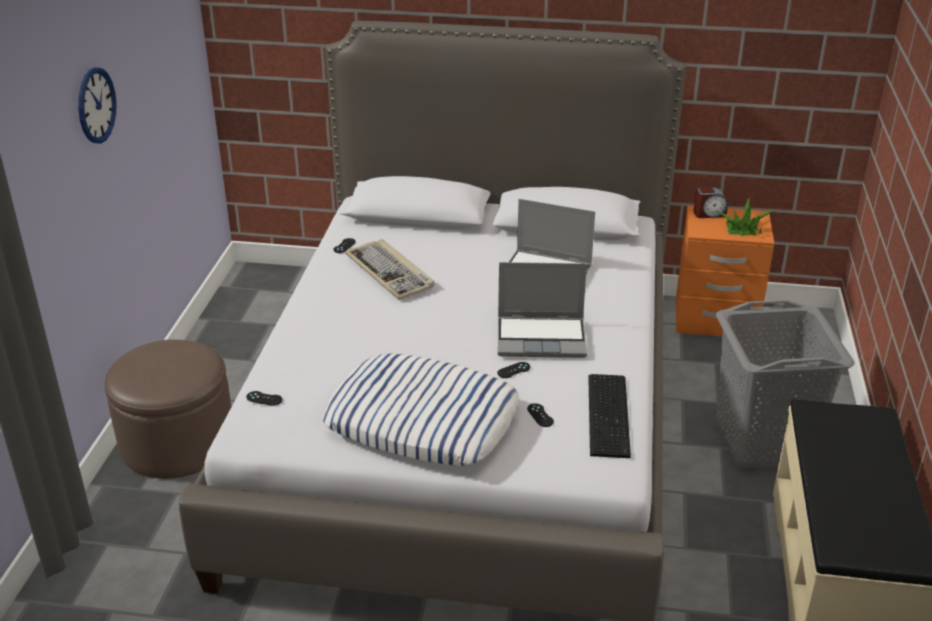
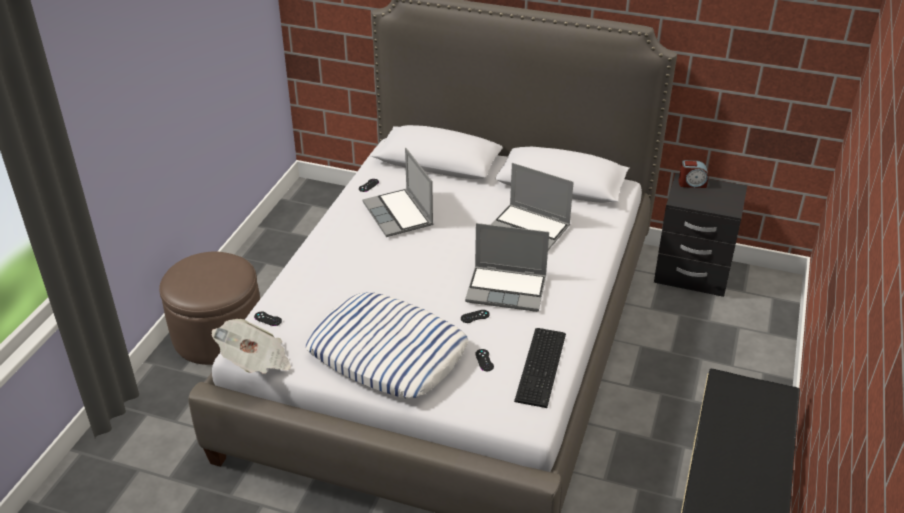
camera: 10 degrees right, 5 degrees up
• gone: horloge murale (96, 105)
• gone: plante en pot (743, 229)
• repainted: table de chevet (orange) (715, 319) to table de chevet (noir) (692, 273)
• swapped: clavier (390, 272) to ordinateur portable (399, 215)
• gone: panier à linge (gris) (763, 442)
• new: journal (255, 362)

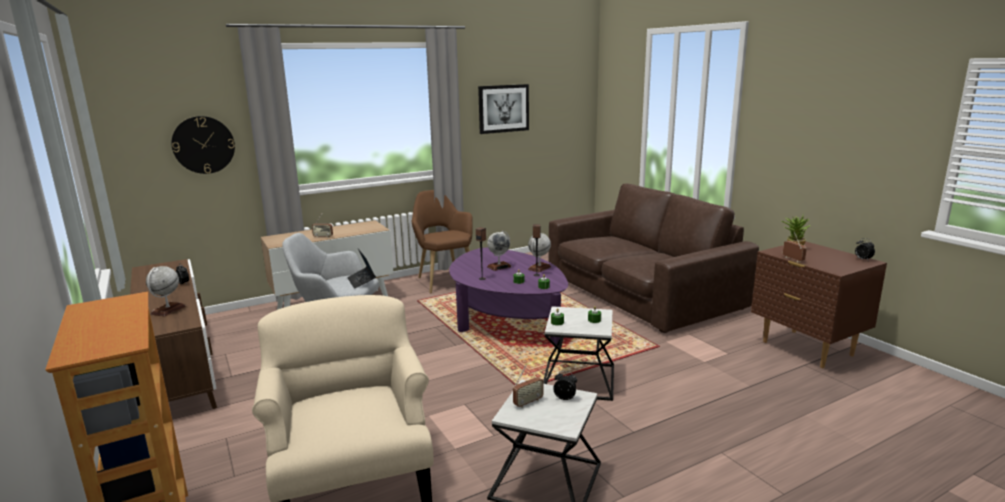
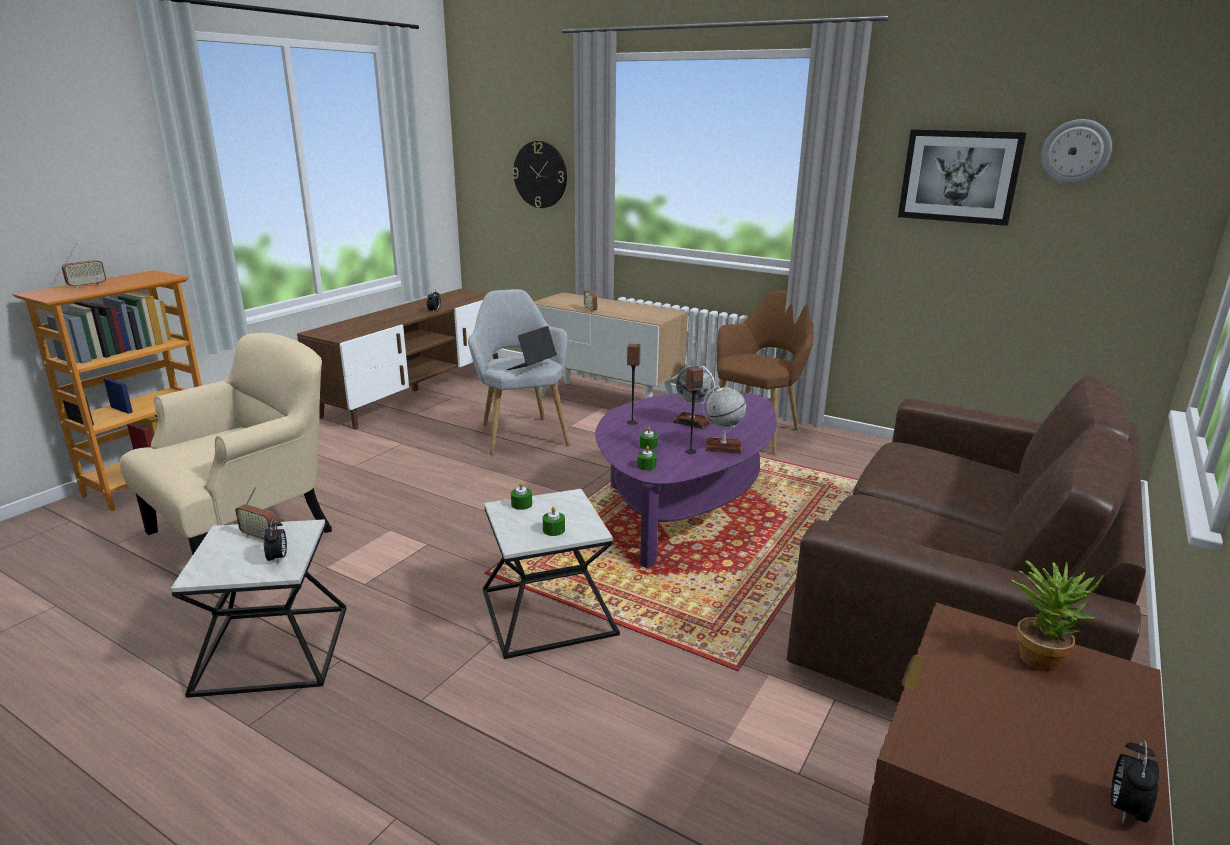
camera: 60 degrees right, 5 degrees up
• shifted: radio (793, 259) to (87, 286)
• gone: globe (168, 310)
• new: horloge murale (1075, 151)

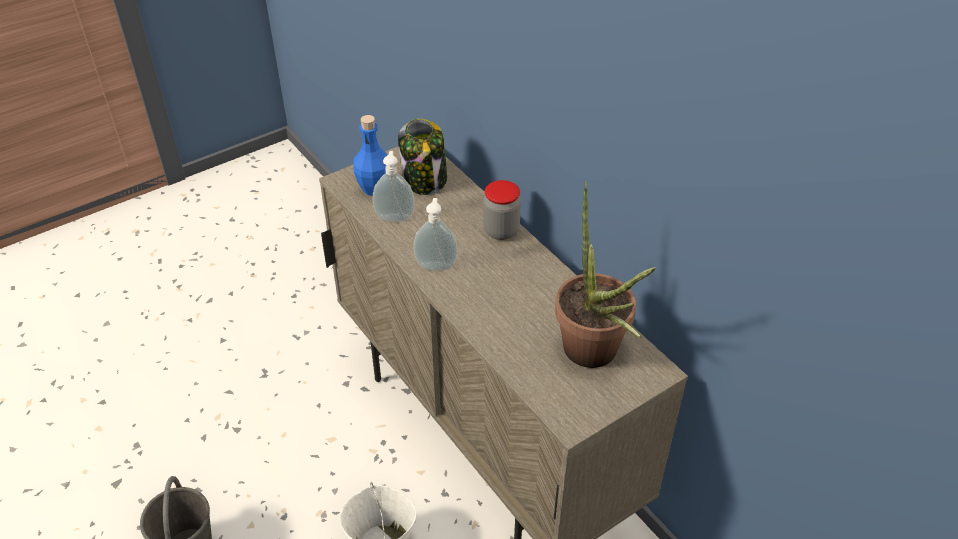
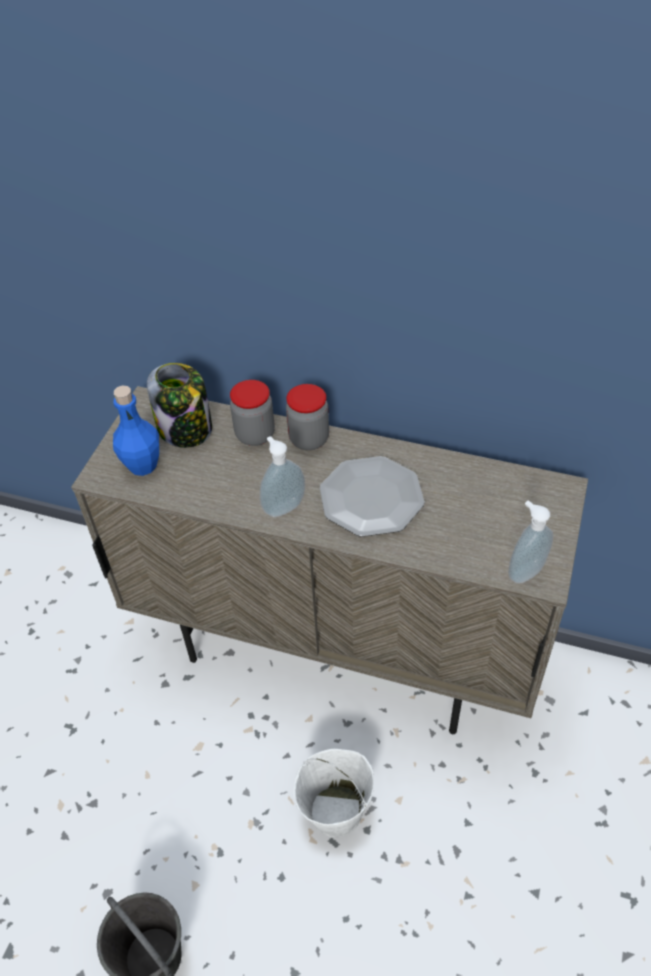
camera: 35 degrees left, 5 degrees up
• shifted: distributeur de savon (395, 216) to (524, 571)
• gone: plante en pot (594, 357)
• new: bocal (255, 435)
• new: assiette (371, 498)

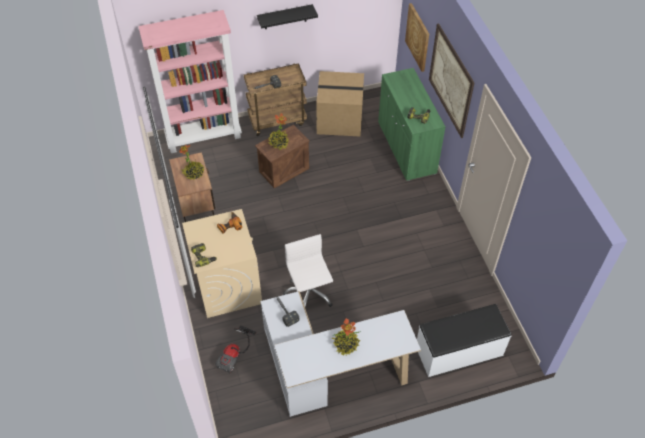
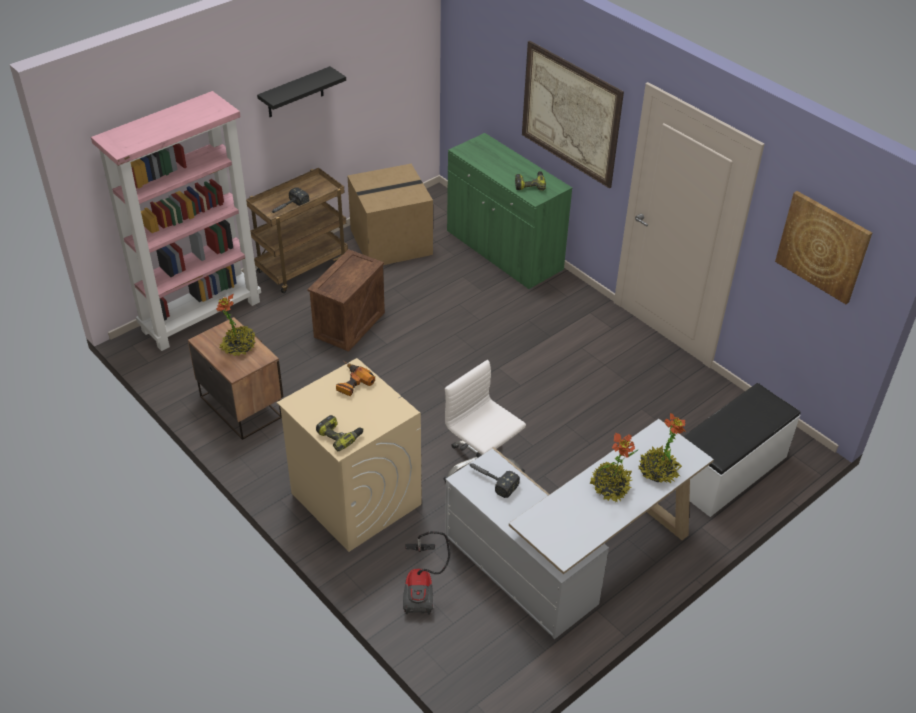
camera: 25 degrees left, 10 degrees down
• shifted: tableau (418, 37) to (823, 246)
• shifted: plante en pot (278, 143) to (657, 471)

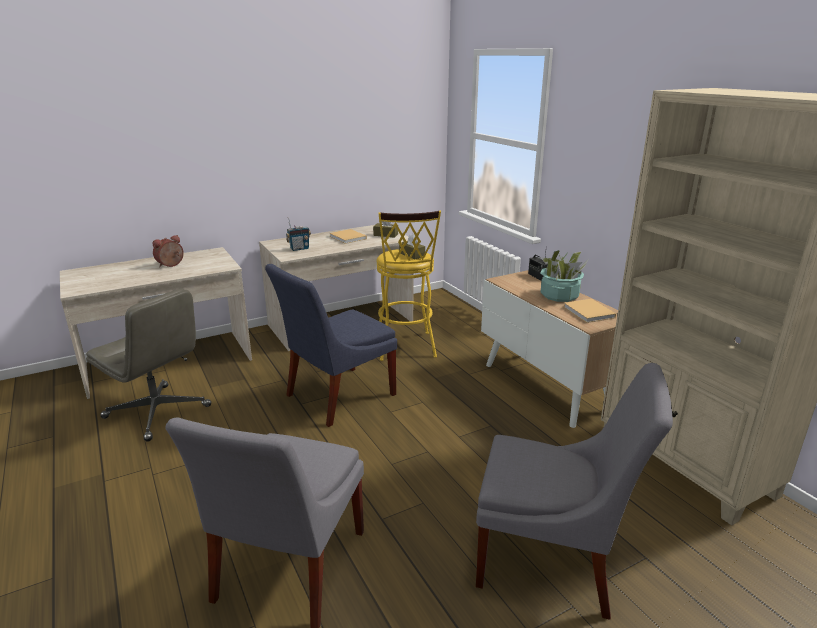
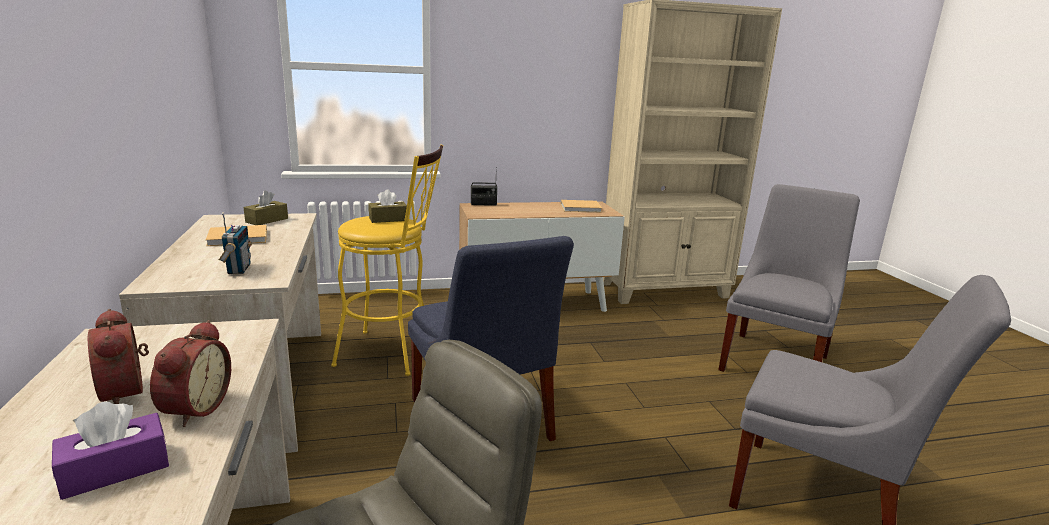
camera: 75 degrees left, 5 degrees down
• gone: plante en pot (559, 295)
• new: réveil (193, 408)
• new: boîte à mouchoirs (violet) (115, 469)

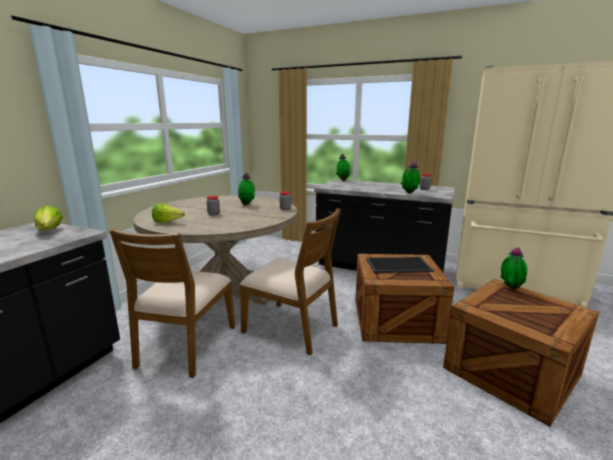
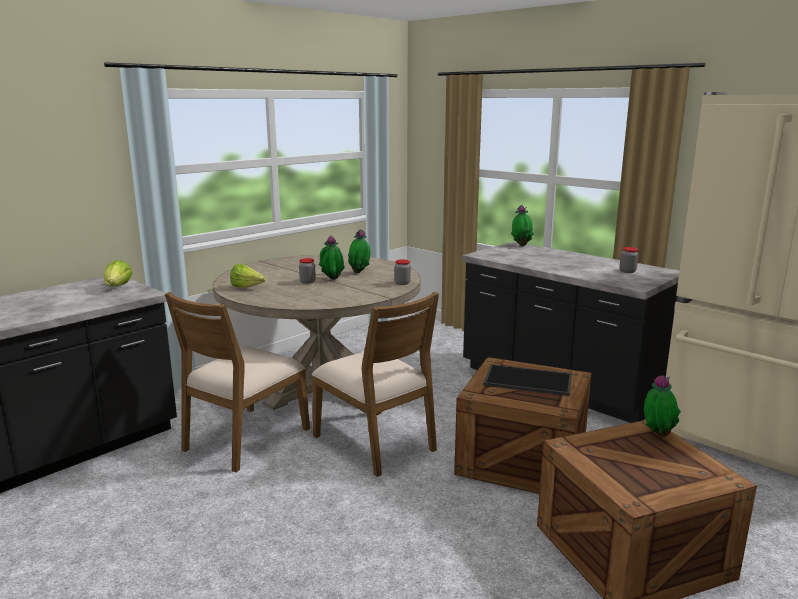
camera: 20 degrees right, 0 degrees up
• shifted: plante en pot (409, 193) to (332, 280)

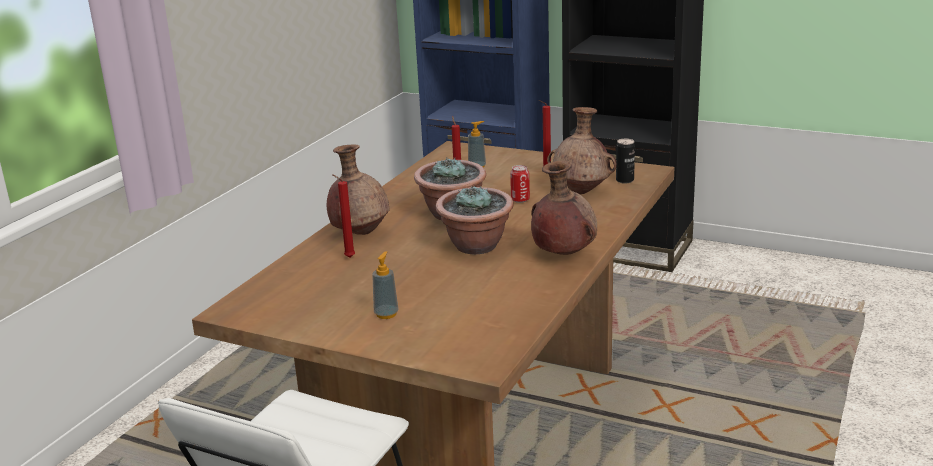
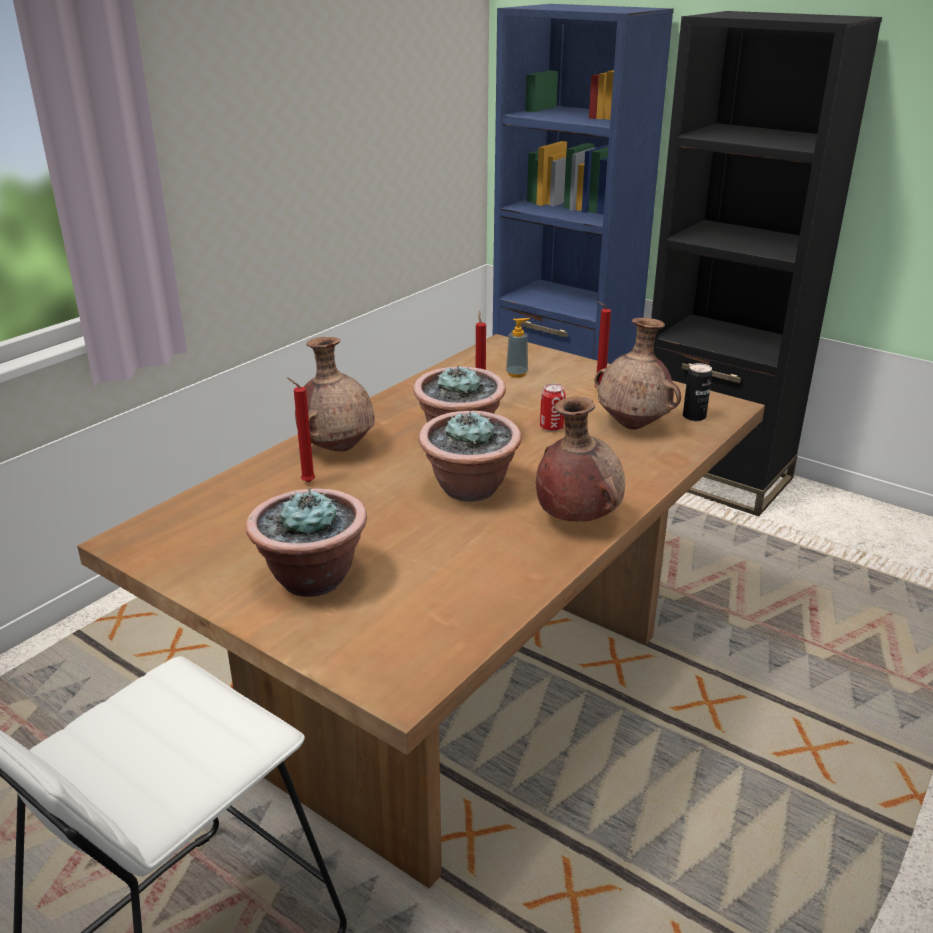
camera: 10 degrees right, 5 degrees up
• swapped: distributeur de savon (386, 314) to plante en pot (311, 578)

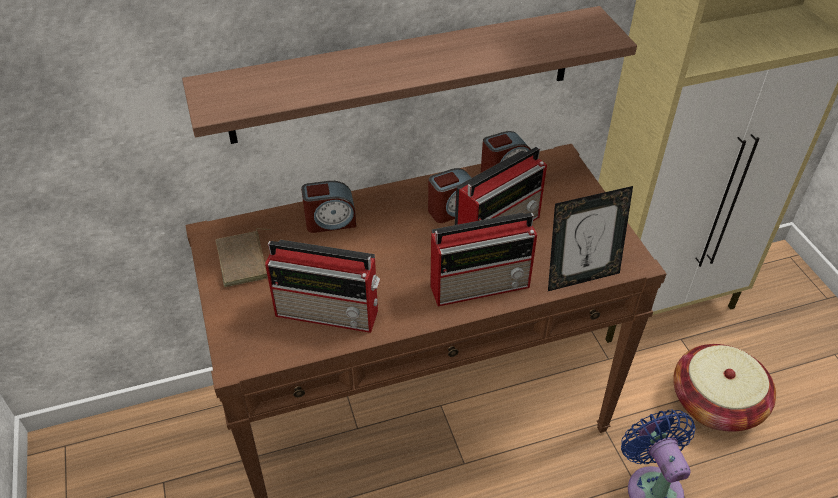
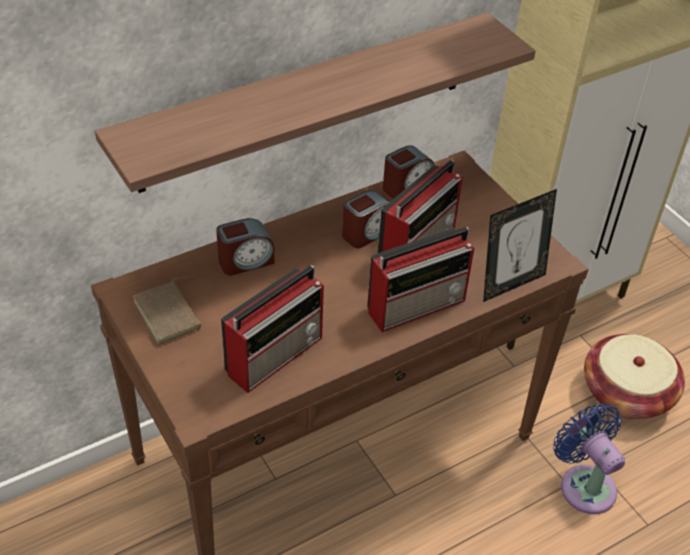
camera: 15 degrees left, 0 degrees up
• rotated: radio (330, 312) = (276, 354) 45 degrees counterclockwise

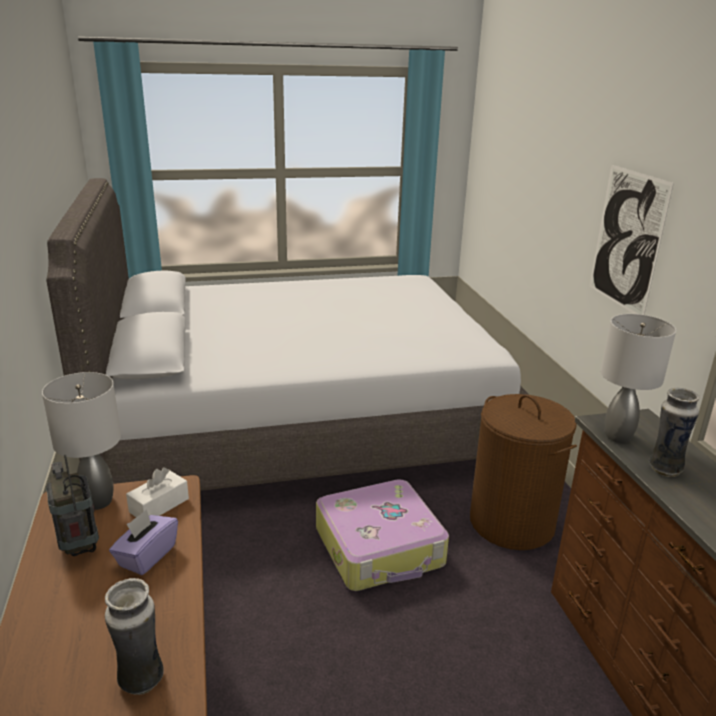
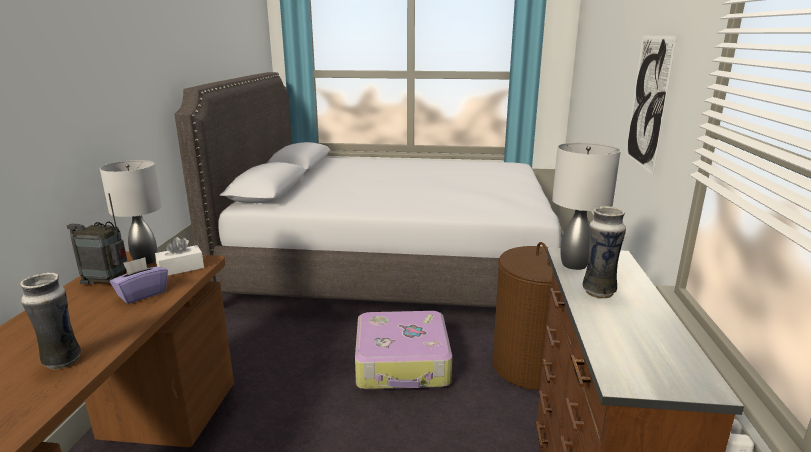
camera: 20 degrees right, 5 degrees down
• rotated: radio (80, 547) = (107, 282) 75 degrees counterclockwise

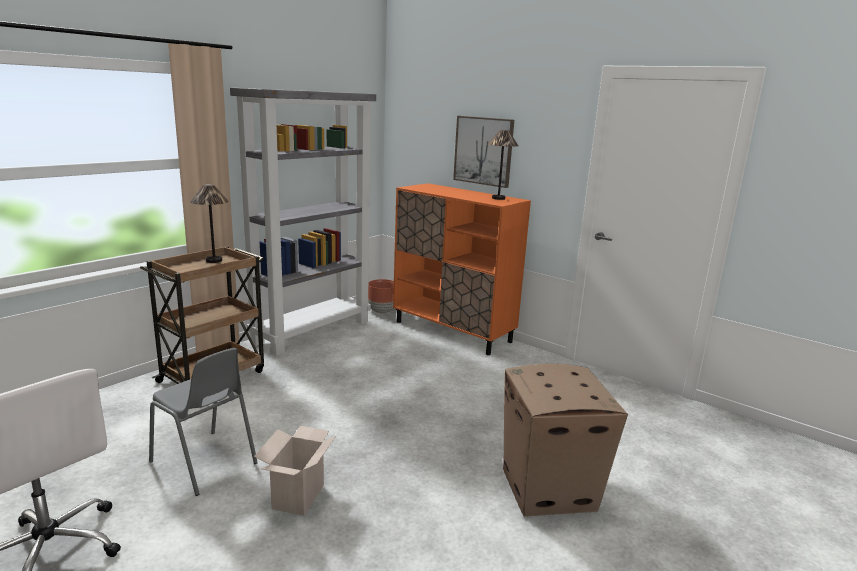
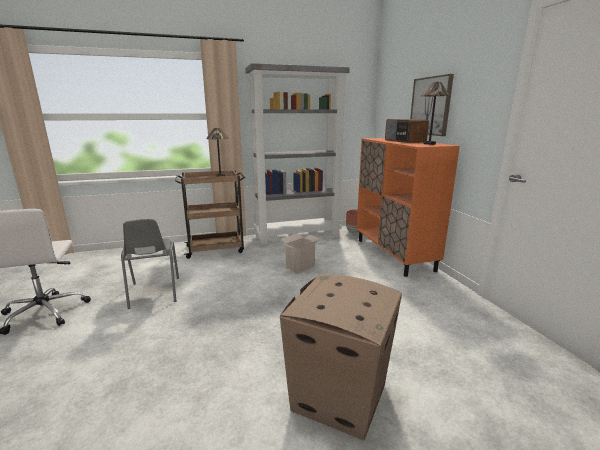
camera: 35 degrees right, 0 degrees up
• shifted: carton (297, 495) to (300, 266)
• new: radio (404, 141)

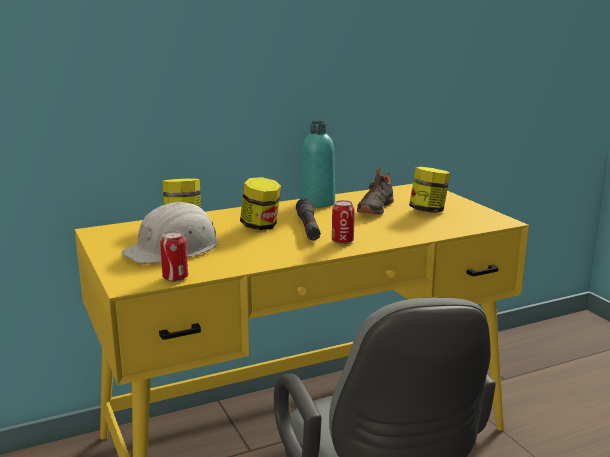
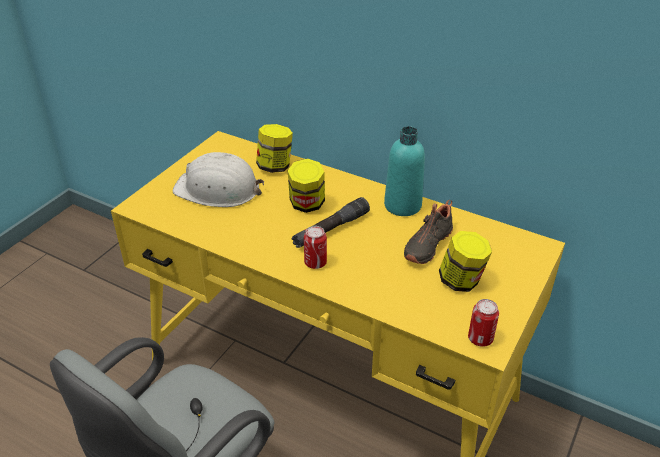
camera: 55 degrees right, 20 degrees up
• rotated: chaussure (noir) (374, 208) = (426, 244) 45 degrees counterclockwise
• shifted: boîte métallique (175, 278) to (480, 338)

